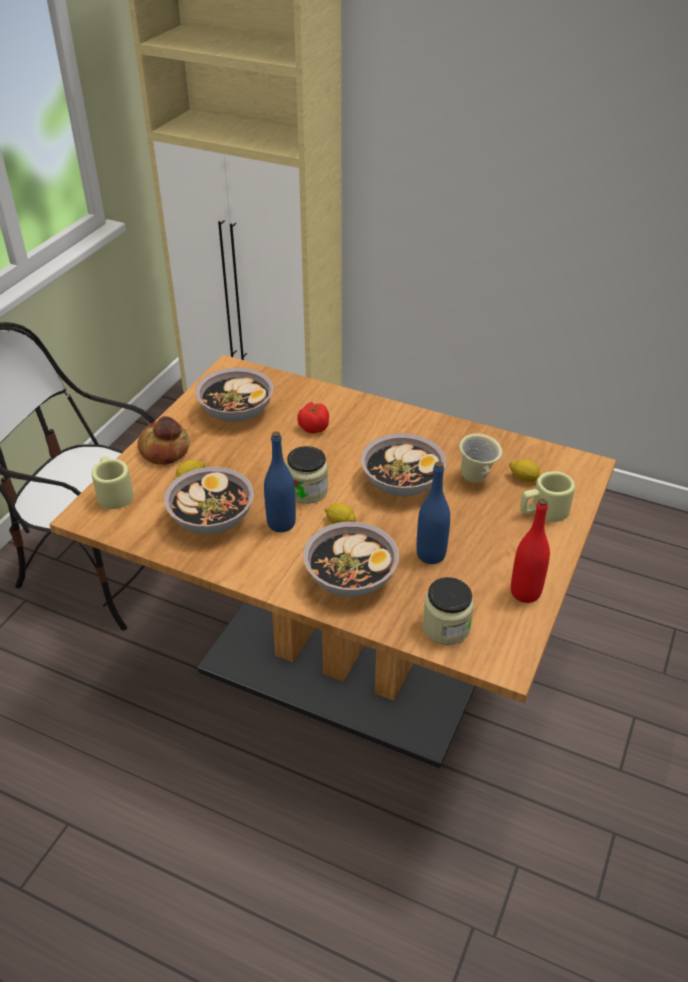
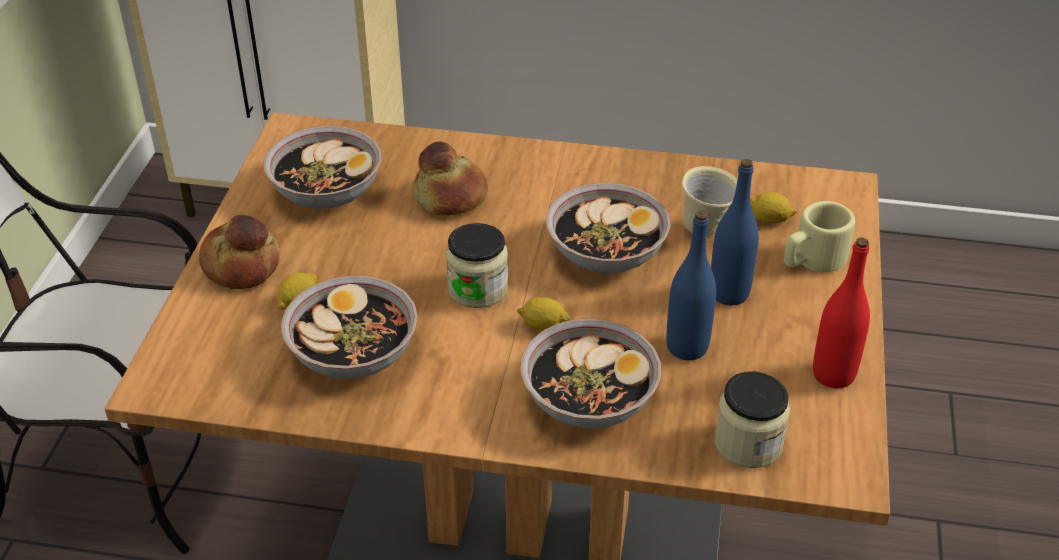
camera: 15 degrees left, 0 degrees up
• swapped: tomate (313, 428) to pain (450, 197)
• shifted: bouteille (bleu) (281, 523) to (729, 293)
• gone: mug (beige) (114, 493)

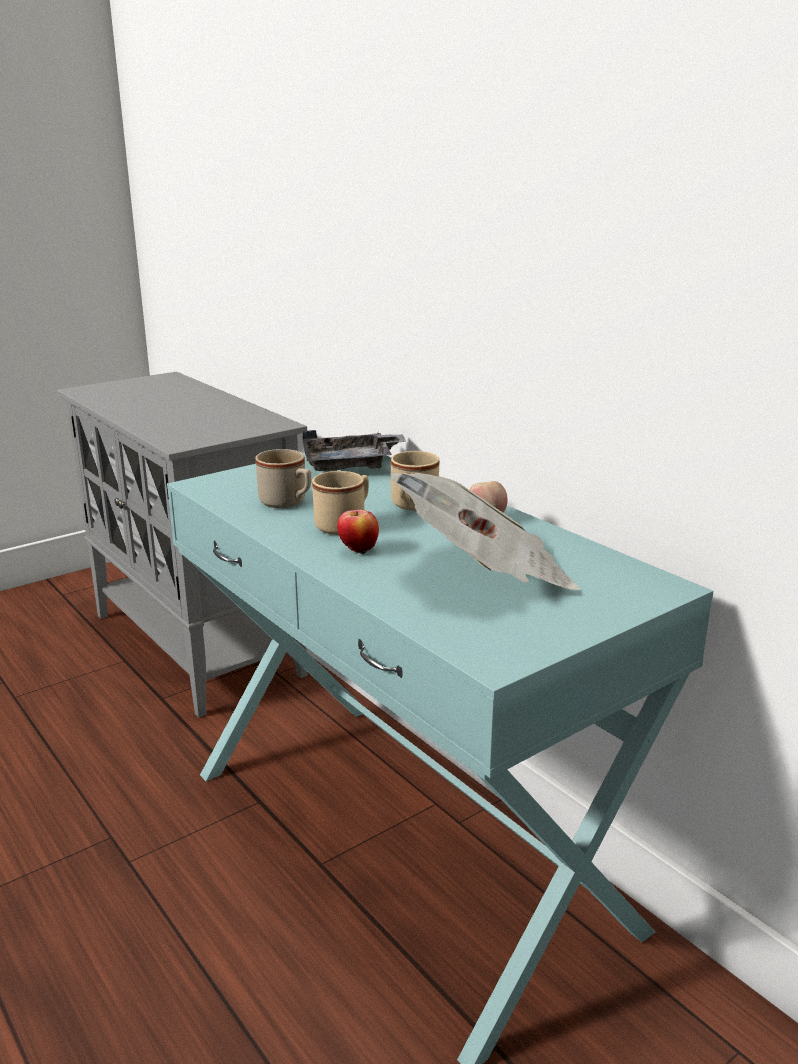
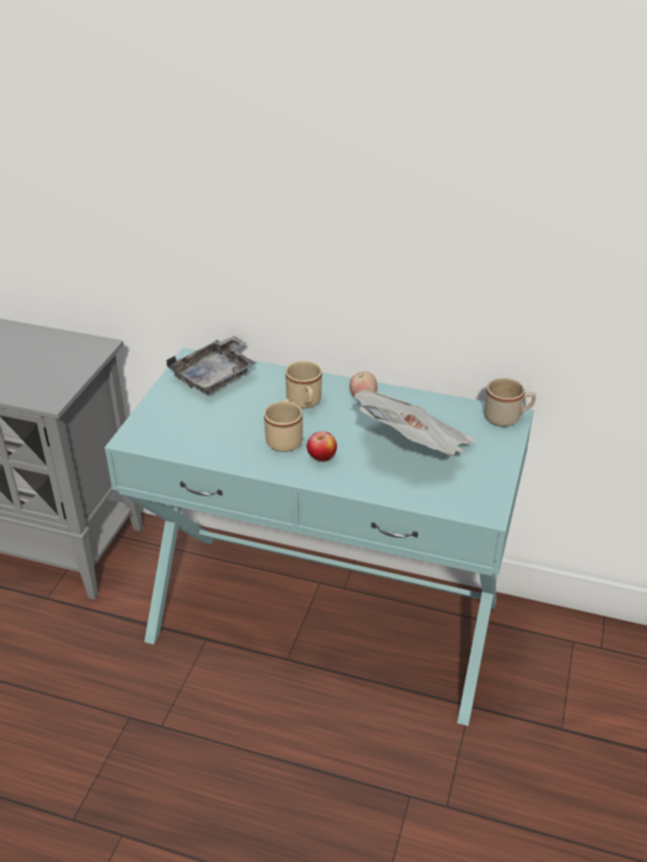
camera: 35 degrees left, 15 degrees up
• shifted: mug (beige) (287, 503) to (507, 418)

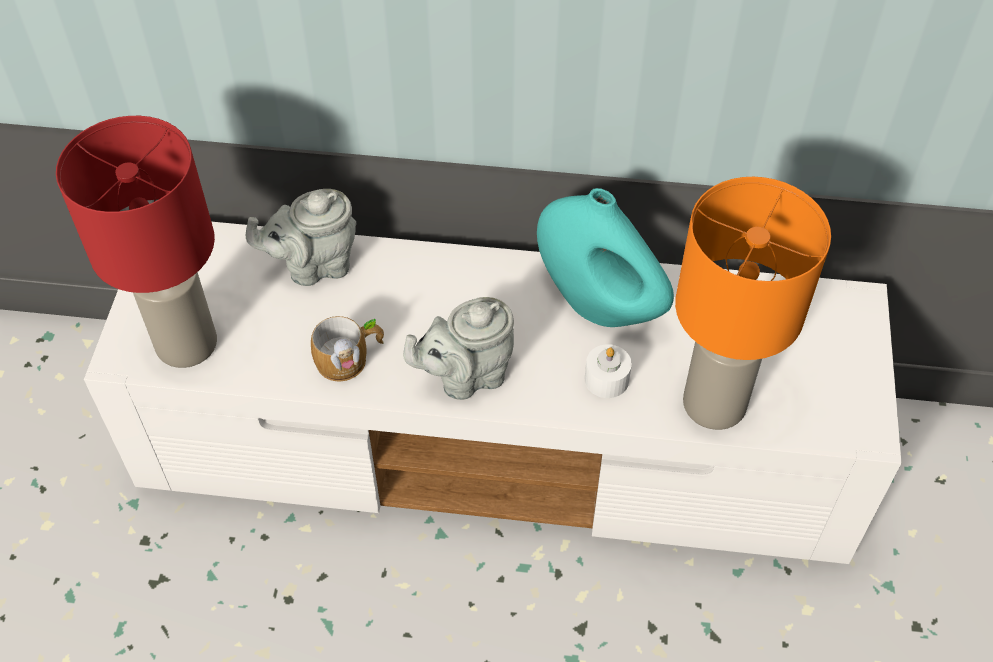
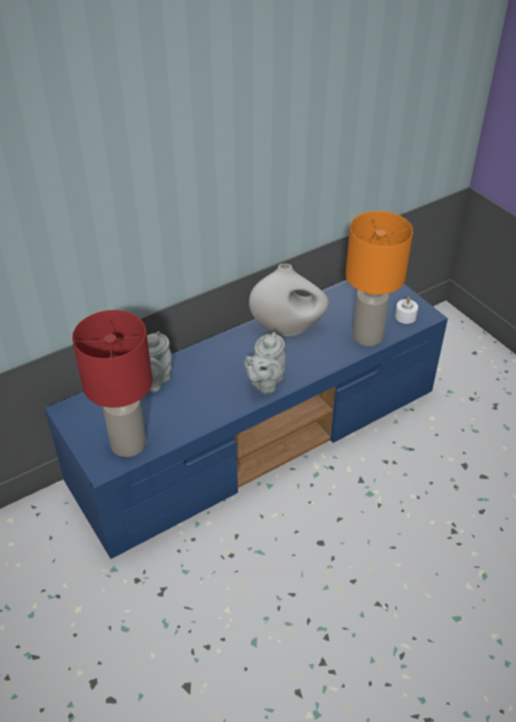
camera: 40 degrees left, 10 degrees down
• repainted: vase (turquoise) (599, 304) to vase (blanc) (288, 328)
• repainted: meuble télé (blanc) (501, 447) to meuble télé (bleu) (259, 437)
• gone: mug (351, 359)
• shifted: bougie (blanc) (606, 379) to (405, 316)

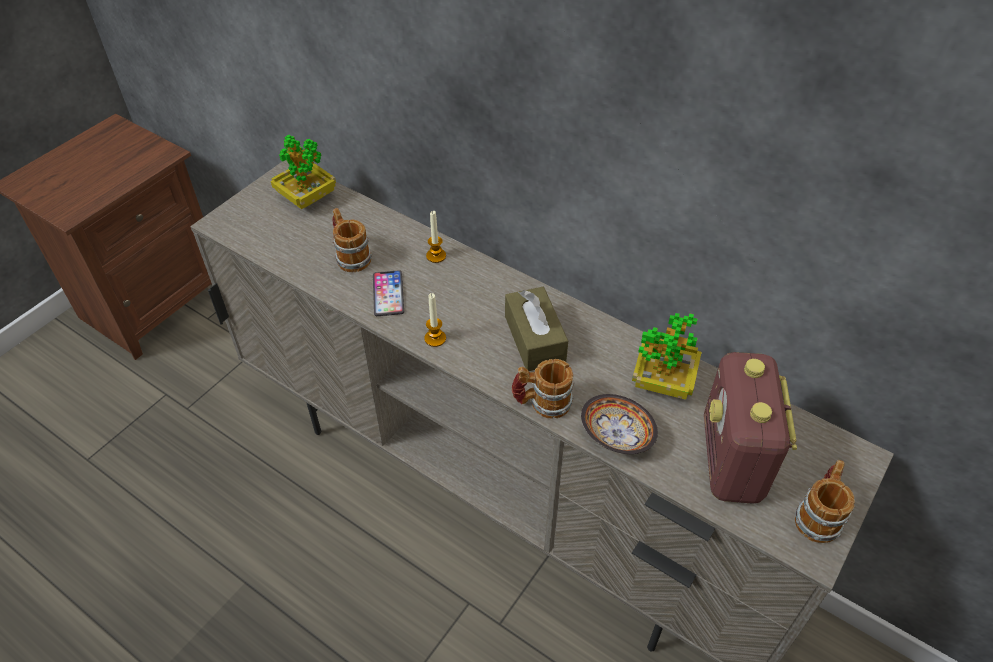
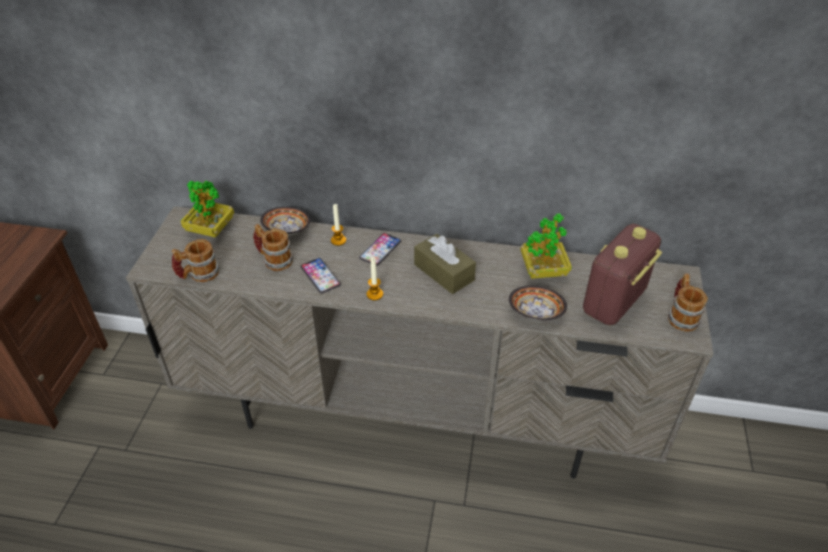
camera: 25 degrees left, 5 degrees down
• rotated: radio (732, 460) = (613, 303) 60 degrees clockwise
• shifted: mug (542, 403) to (198, 275)
• new: bol (287, 231)
• new: téléphone (380, 250)

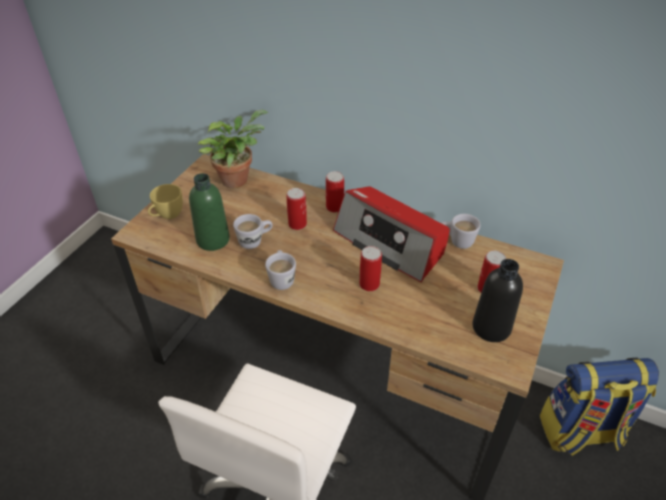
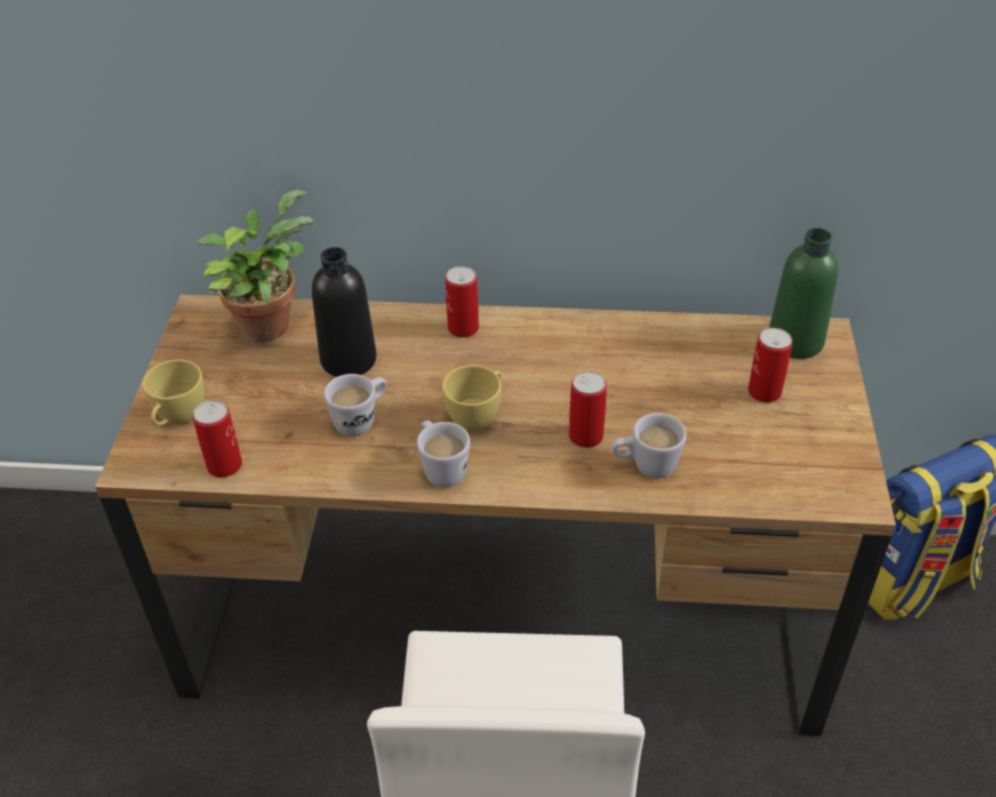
camera: 20 degrees left, 0 degrees up
• shifted: bouteille (vert) (213, 240) to (795, 341)
• gone: radio (390, 243)
• shifted: boîte métallique (297, 224) to (224, 465)
• shifted: mug (blanc) (456, 241) to (645, 466)
• shifted: bouteille (noir) (491, 327) to (348, 360)
• new: tasse (jaune) (478, 416)

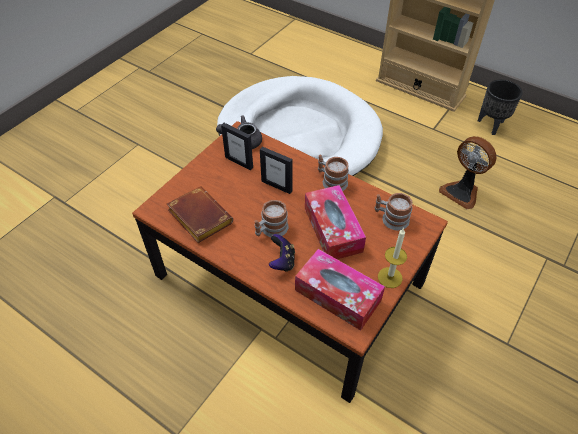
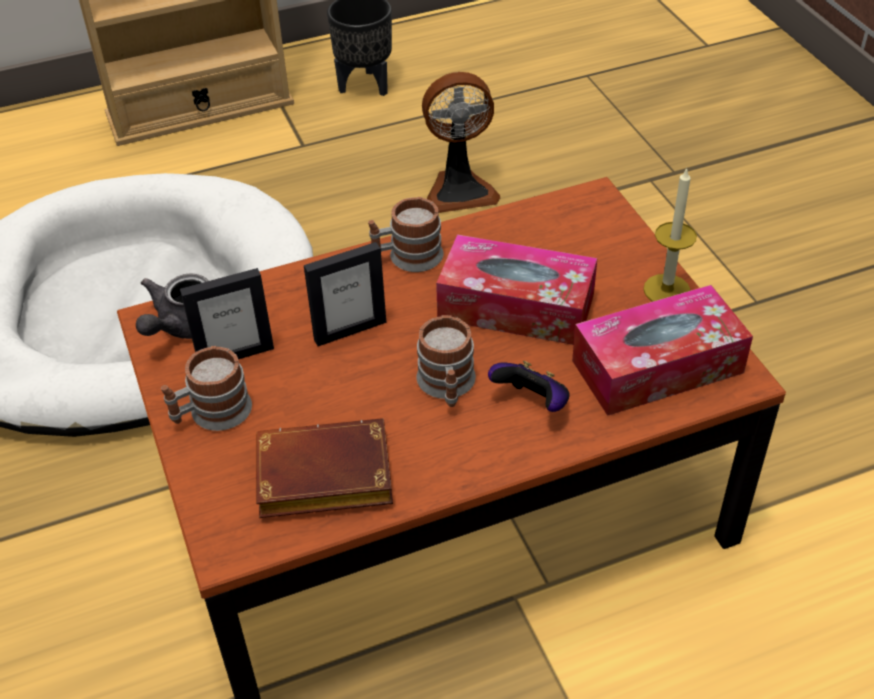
camera: 55 degrees left, 5 degrees down
• shifted: mug (391, 218) to (211, 413)

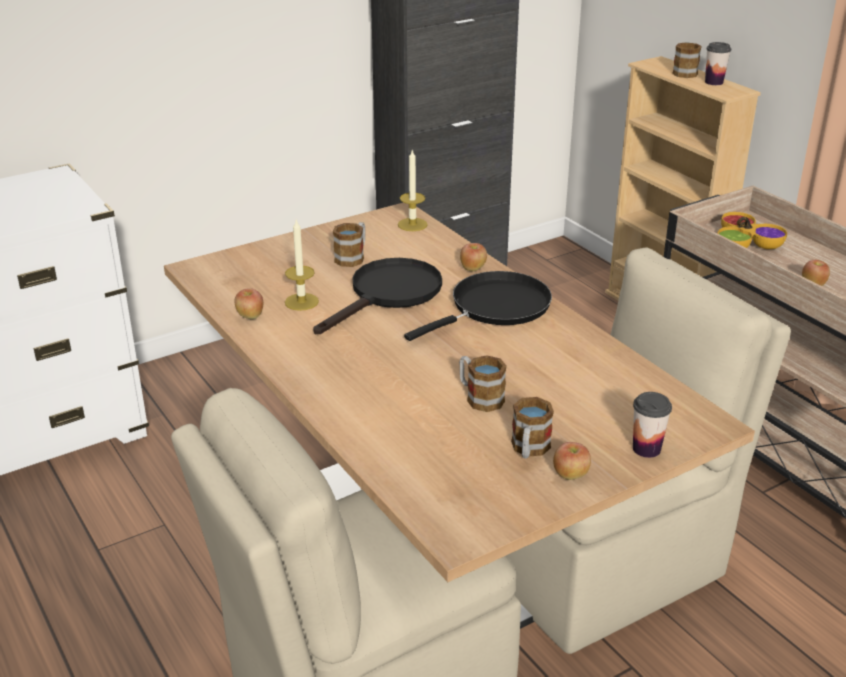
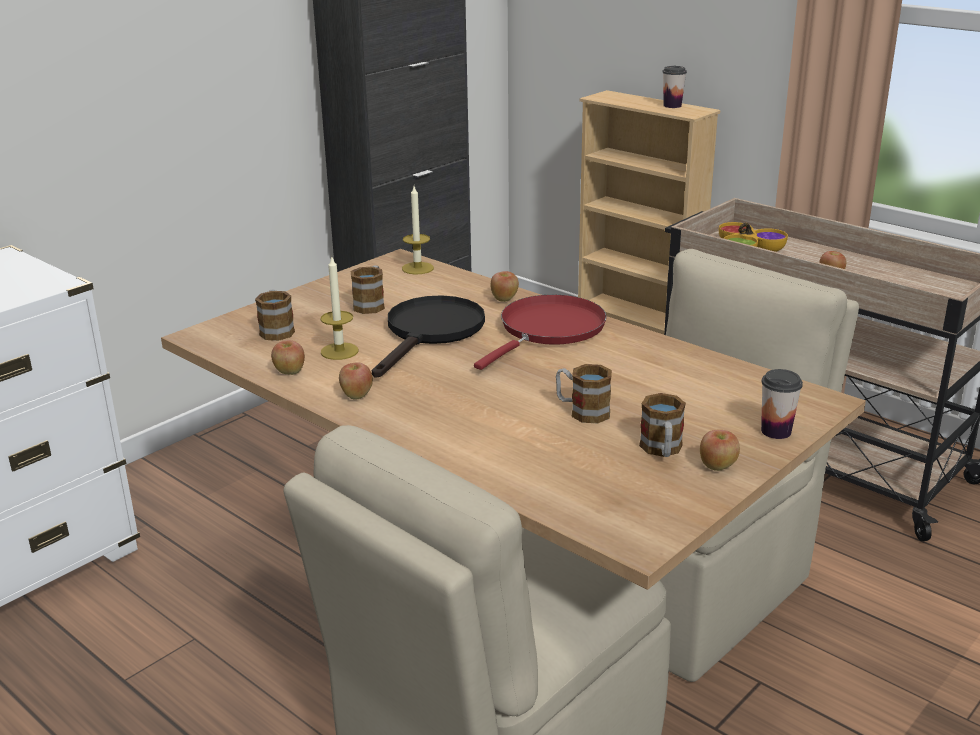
camera: 15 degrees left, 5 degrees down
• shifted: mug (684, 72) to (276, 330)
• repainted: poêle (noir) (495, 307) to poêle (rouge) (548, 330)
• new: pomme (356, 395)

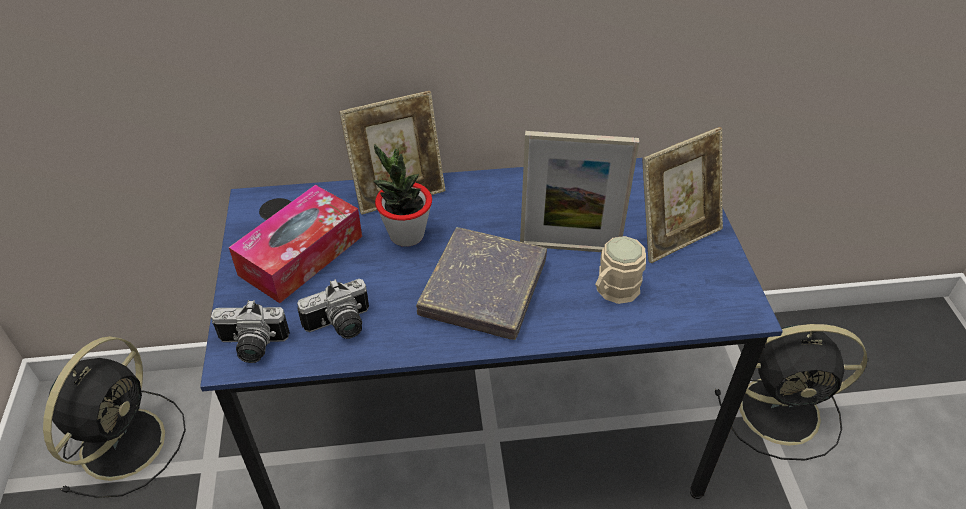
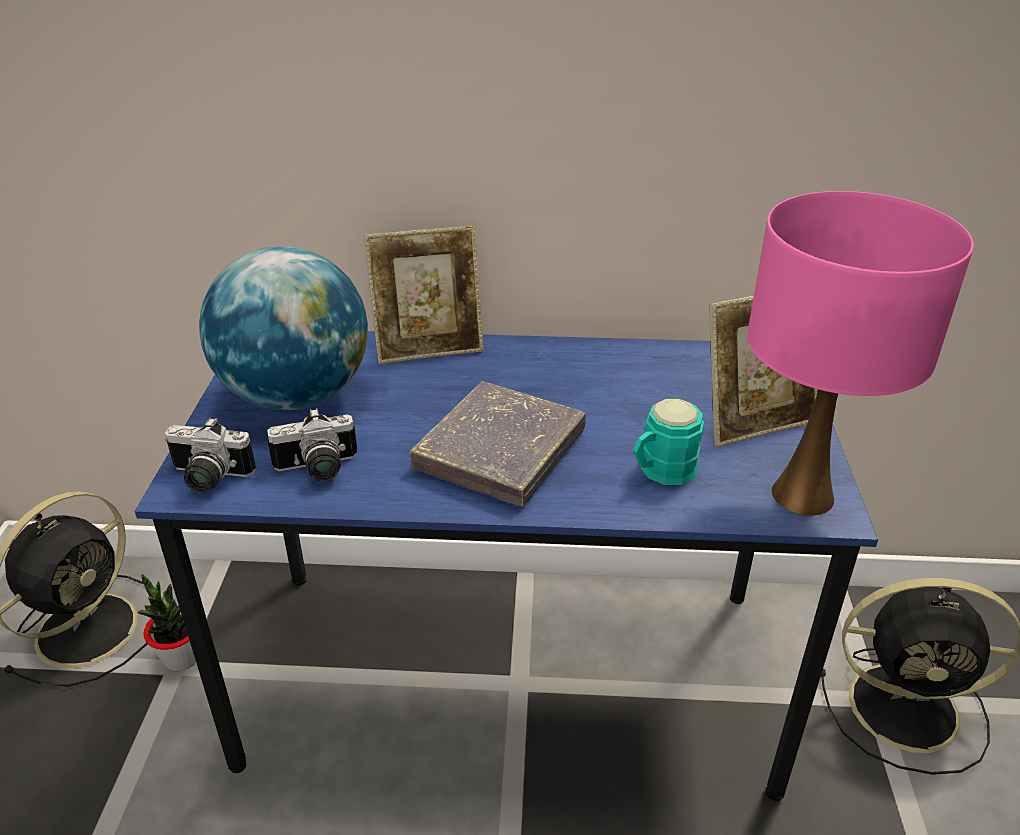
camera: 10 degrees right, 10 degrees down
• gone: cadre photo (569, 247)
• shifted: plante en pot (406, 235) to (181, 658)
• swapped: boîte à mouchoirs (301, 255) to globe (297, 396)
• repainted: mug (beige) (612, 291) to mug (turquoise) (660, 471)
• new: lampe de table (rose) (802, 494)

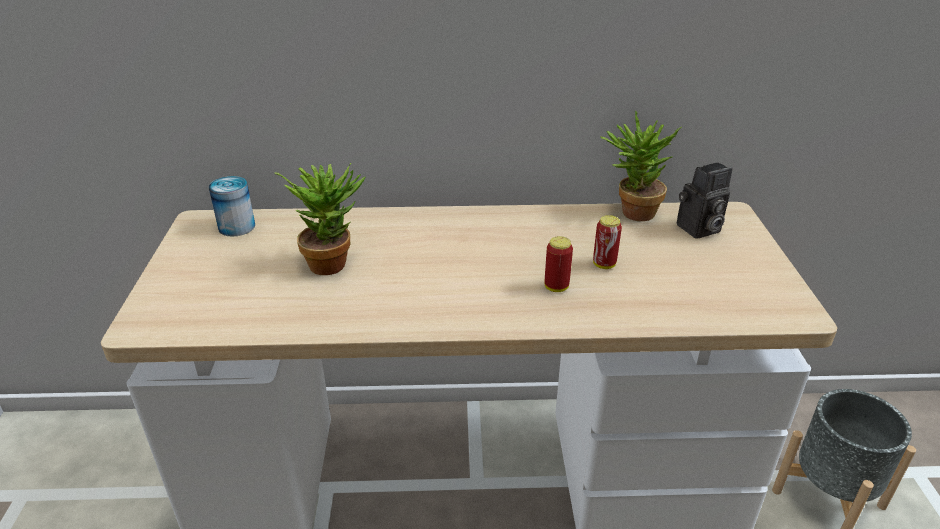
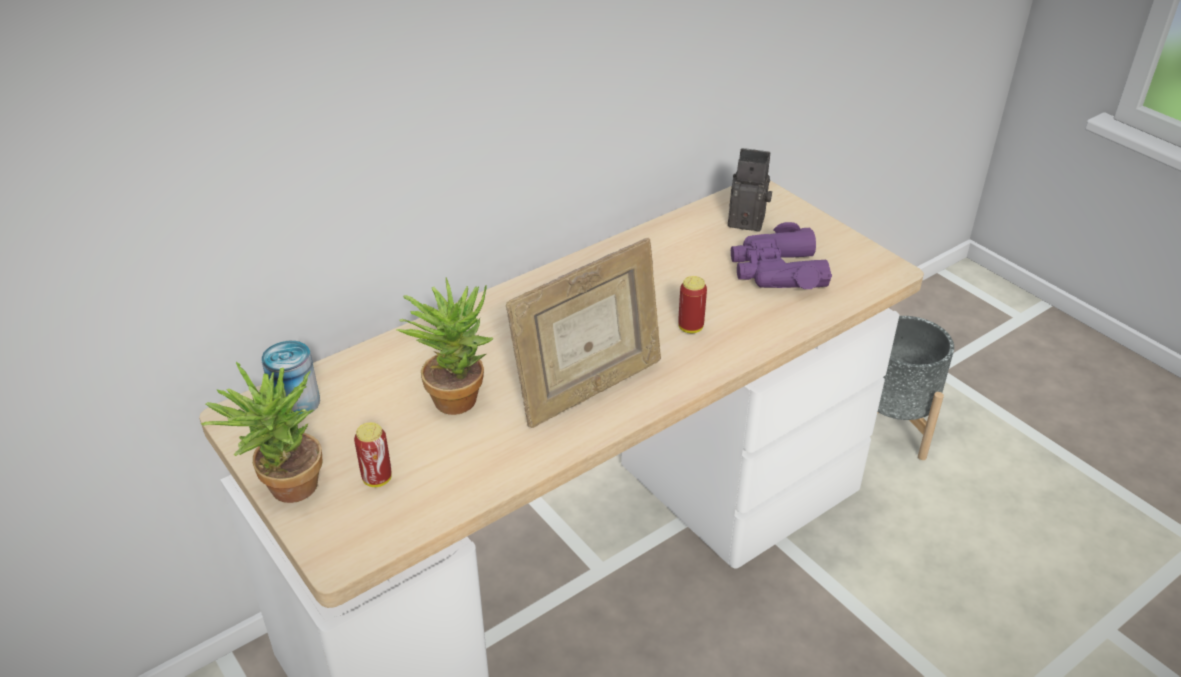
camera: 35 degrees left, 5 degrees up
• shifted: plante en pot (631, 212) to (284, 489)
• rotated: appareil photo (698, 230) = (749, 220) 105 degrees counterclockwise
• shifted: boîte métallique (604, 264) to (377, 478)
• new: jumelles (violet) (777, 271)
• new: cadre photo (589, 391)

